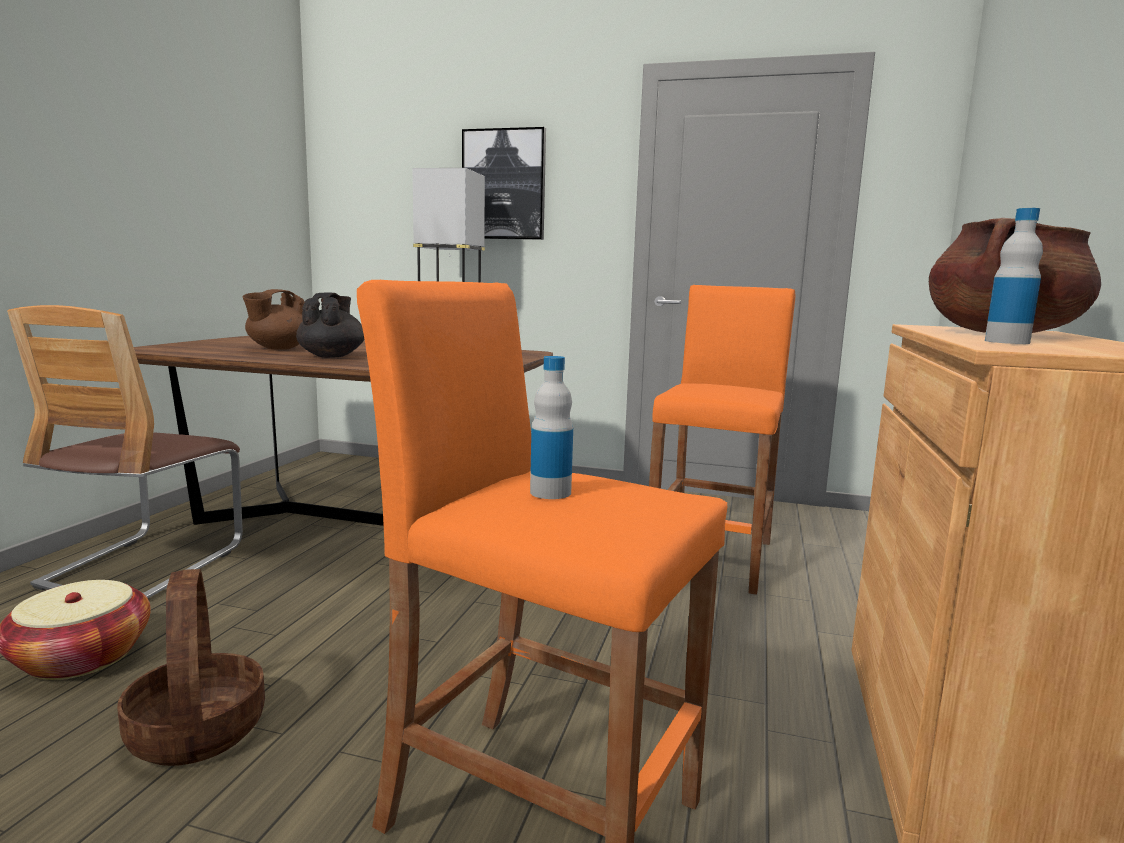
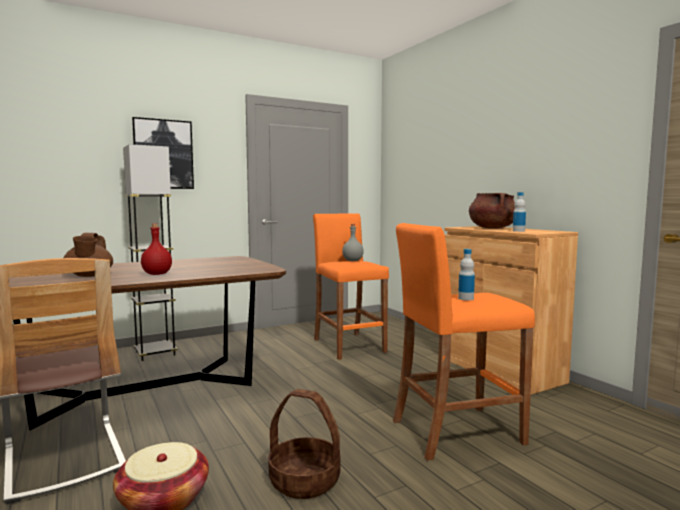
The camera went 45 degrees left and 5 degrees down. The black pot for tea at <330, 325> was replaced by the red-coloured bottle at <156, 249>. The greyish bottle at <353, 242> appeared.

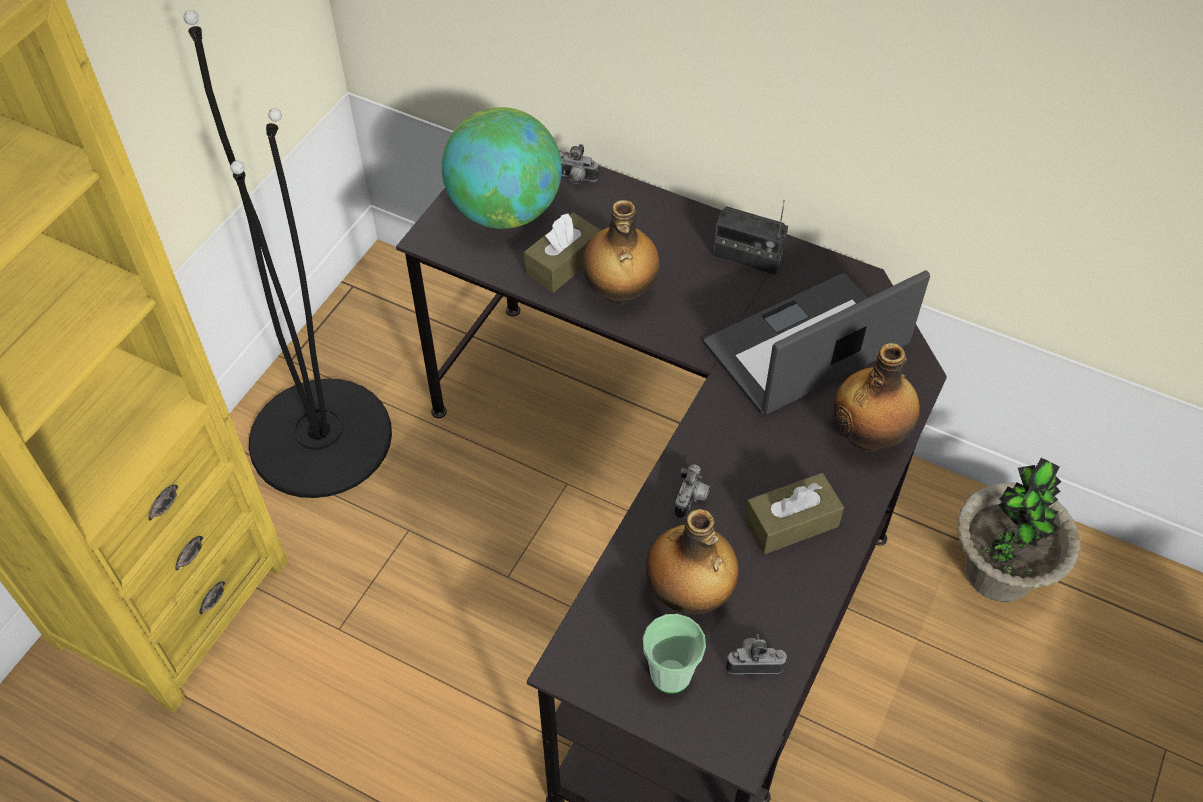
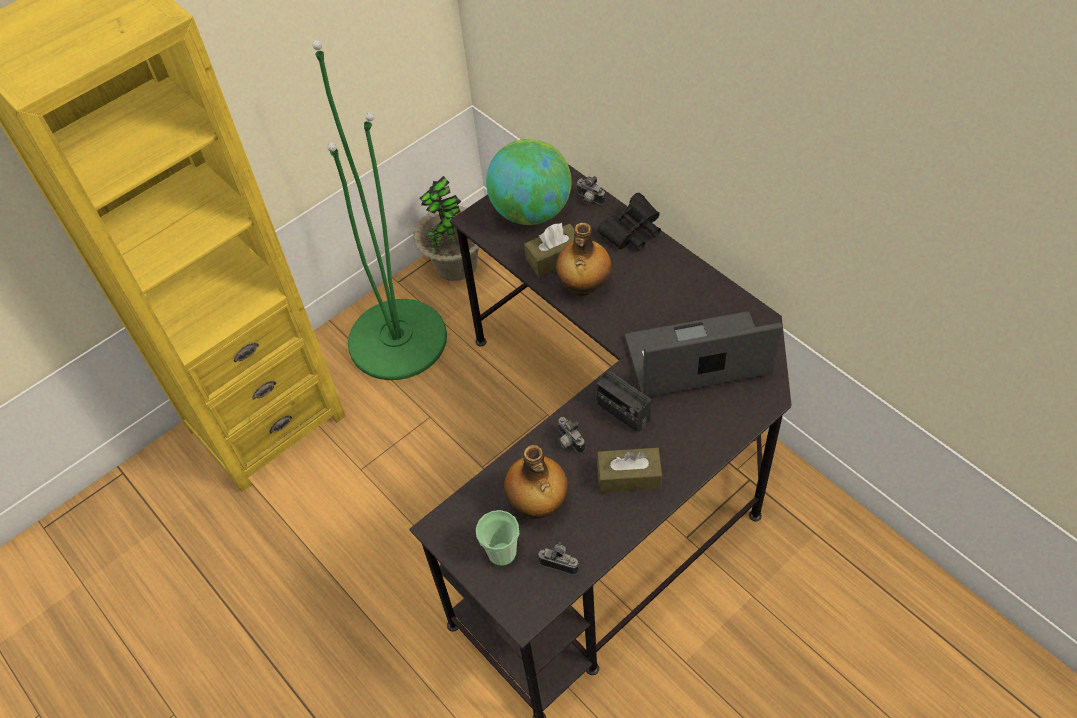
The camera went 25 degrees right and 0 degrees up. The black standing lamp at <287, 254> became the green standing lamp at <379, 210>. The still camera at <692, 491> turned 105 degrees clockwise. The radio set moved from <750, 237> to <624, 402>. The bottle at <877, 397> disappeared. The potted plant moved from <1019, 530> to <446, 228>. The black binoculars at <629, 222> appeared.

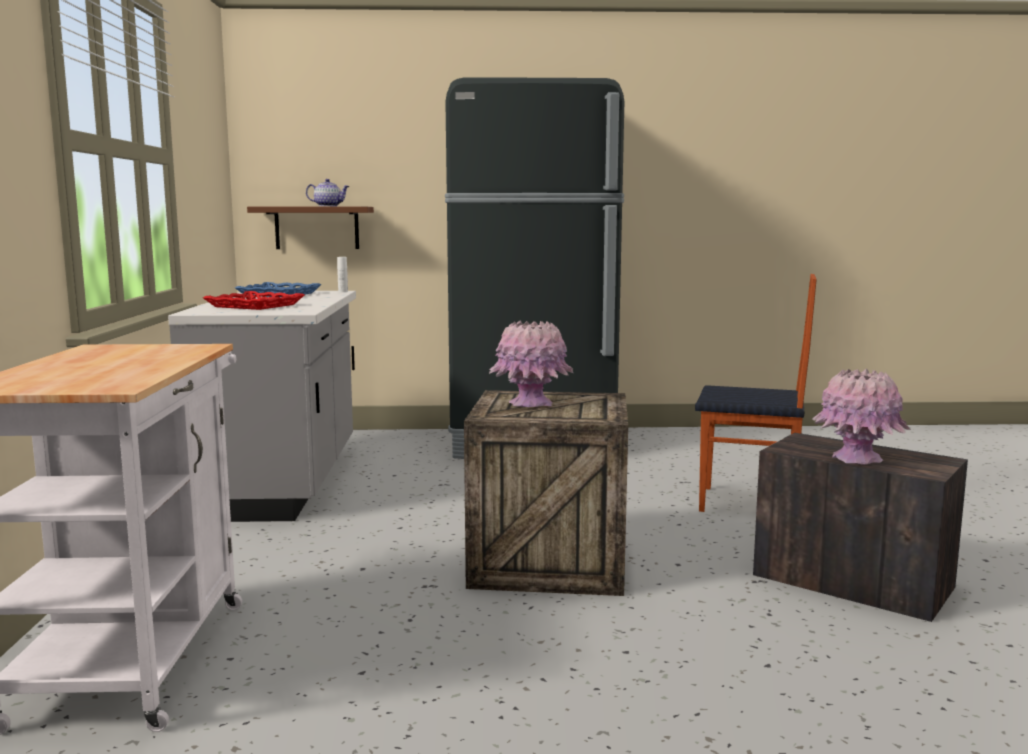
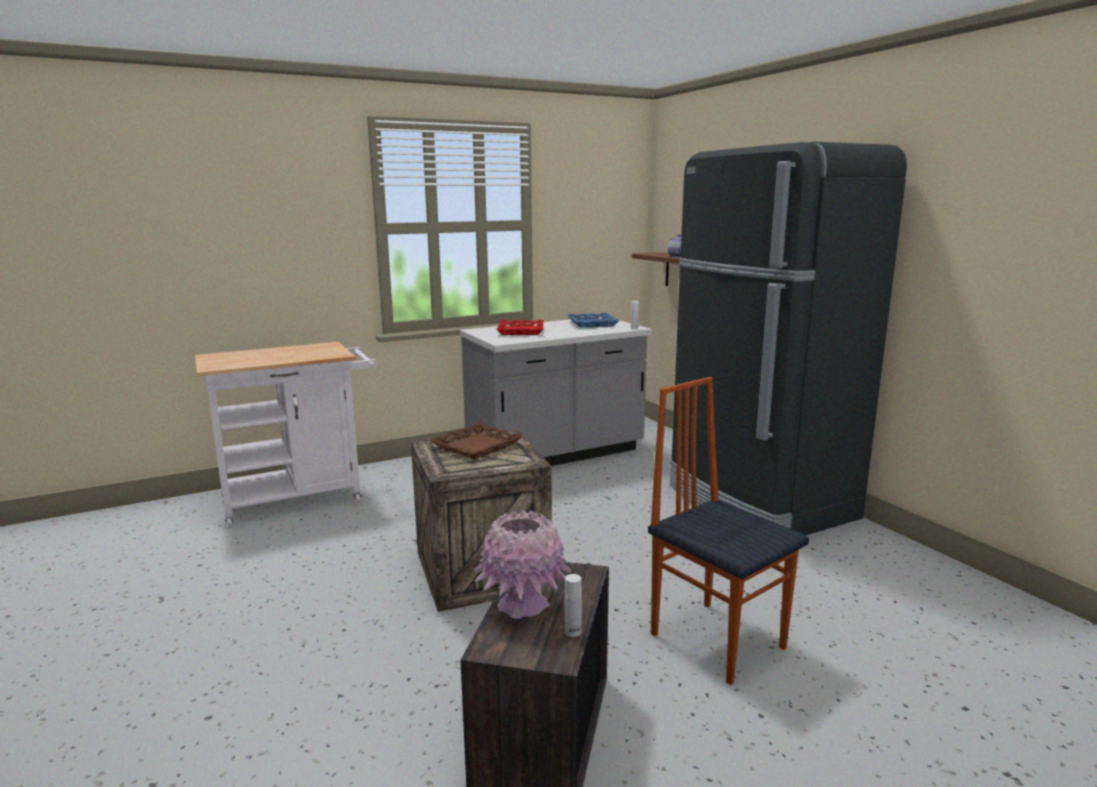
The camera went 65 degrees right and 5 degrees up. The pink decorative vase at <531, 363> was replaced by the brown-coloured tray at <476, 441>. The upright chair at <756, 393> turned 150 degrees clockwise. The white-coloured bottle at <573, 605> appeared.

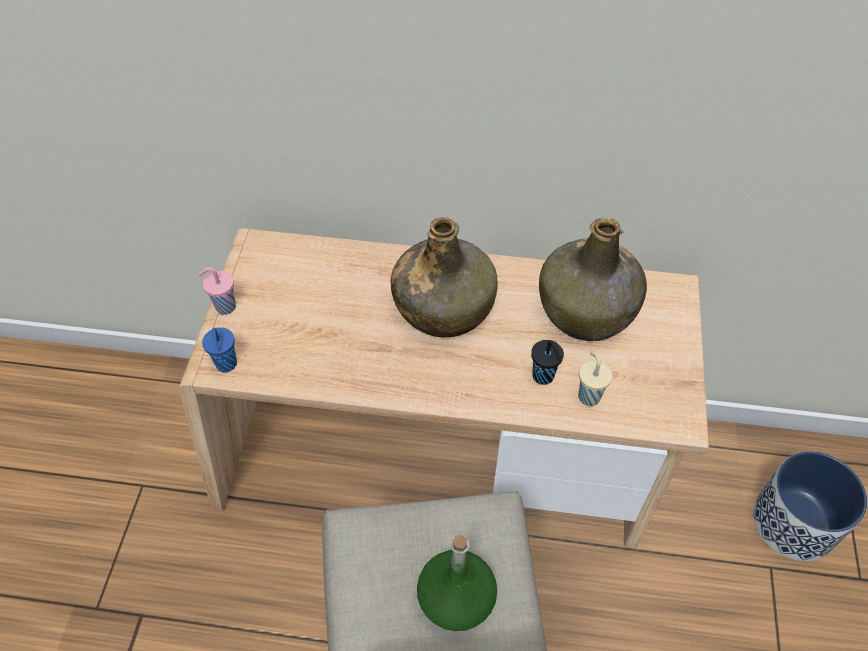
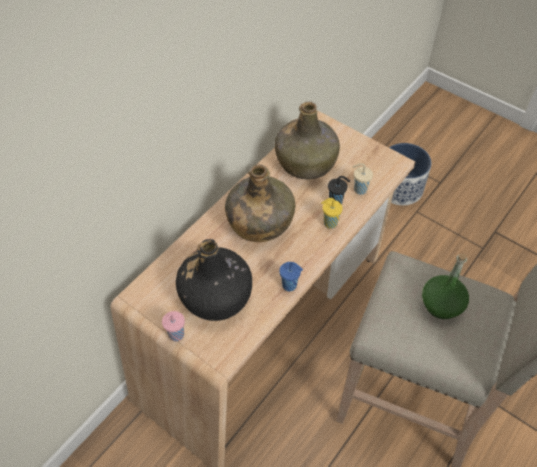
The camera went 60 degrees left and 0 degrees up. The blue cup moved from <219, 350> to <291, 276>. The black bottle at <214, 280> appeared. The yellowish cup at <332, 213> appeared.

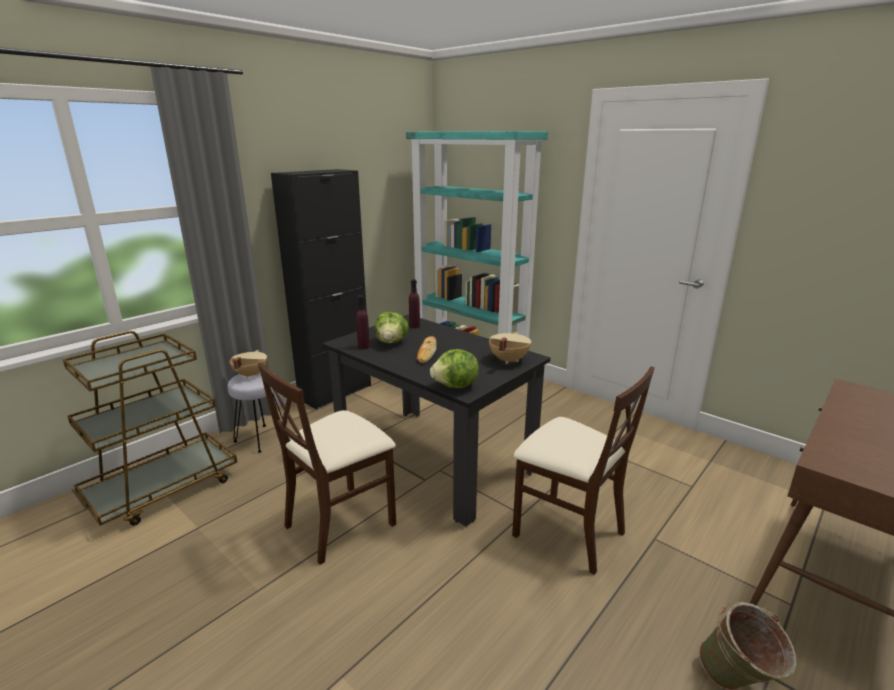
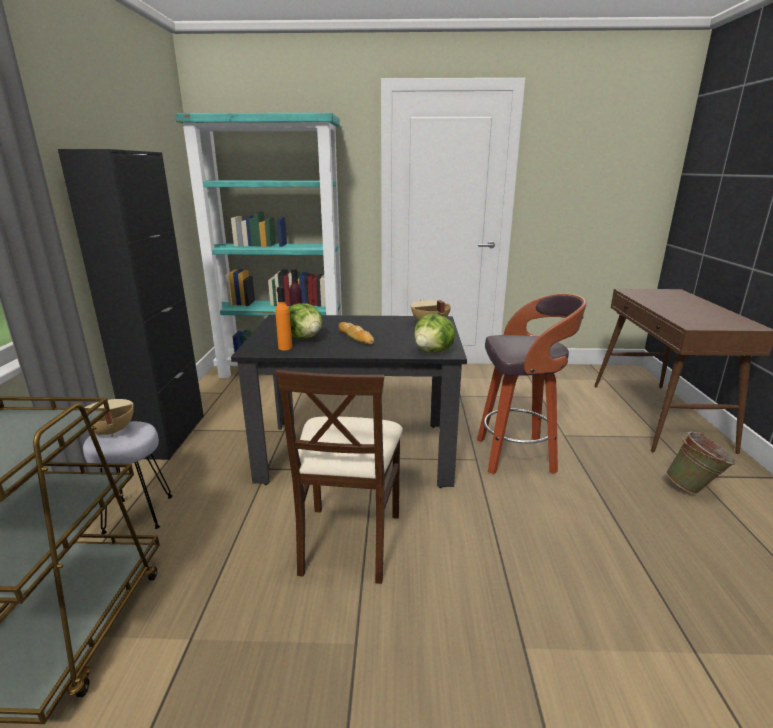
The camera went 40 degrees left and 0 degrees up. The purplish bottle at <363, 322> became the orange bottle at <283, 318>. The beige-coloured upright chair at <583, 470> was replaced by the stool seat at <532, 384>.

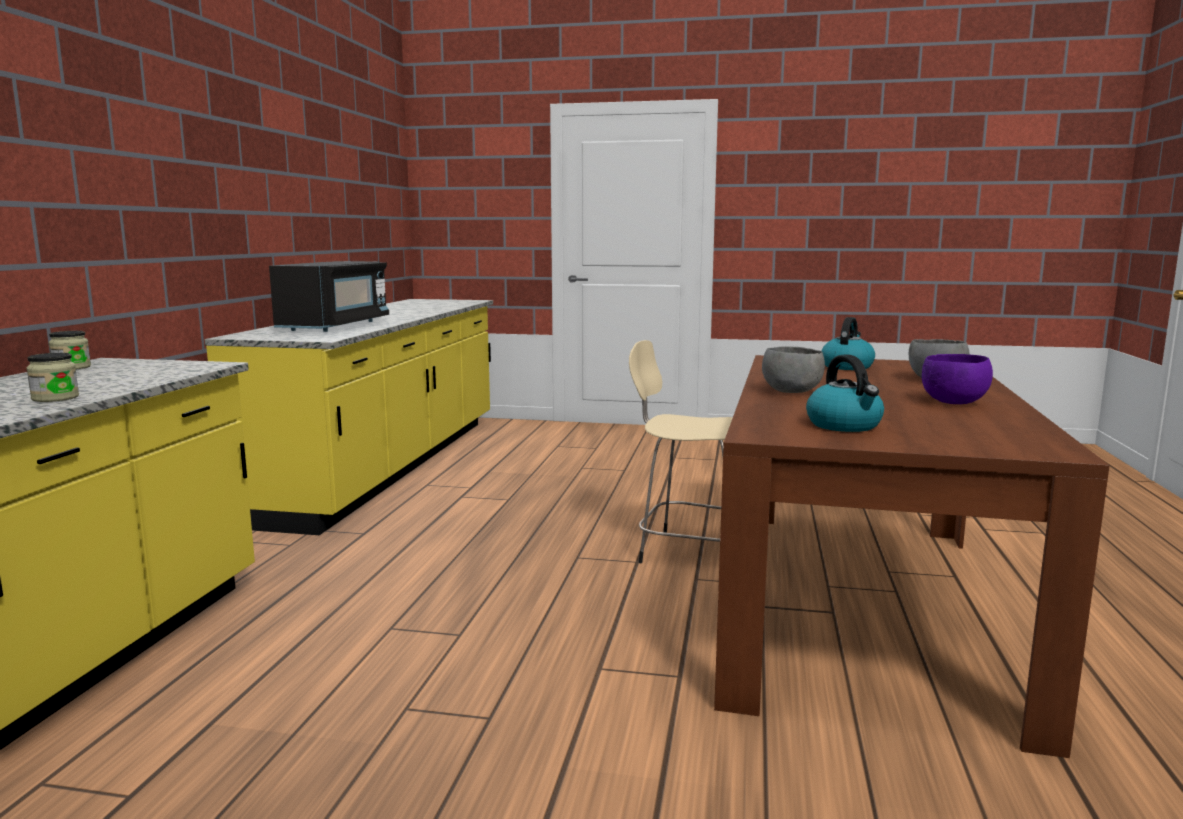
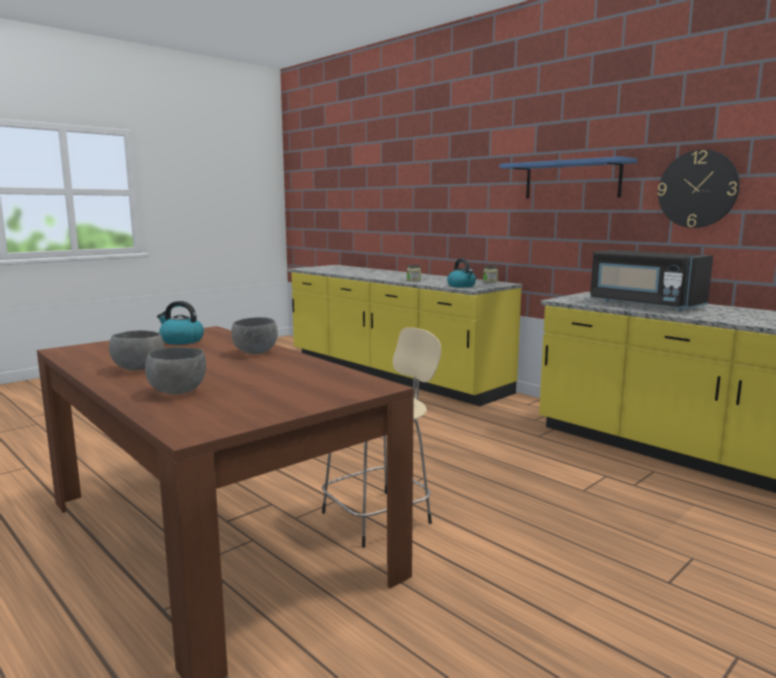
The camera went 125 degrees right and 0 degrees up. The tea kettle moved from <848, 343> to <461, 273>. The purplish serving bowl at <957, 379> became the greyish serving bowl at <136, 350>. The blue bracket shelf at <568, 177> appeared. The hanging clock at <699, 188> appeared.

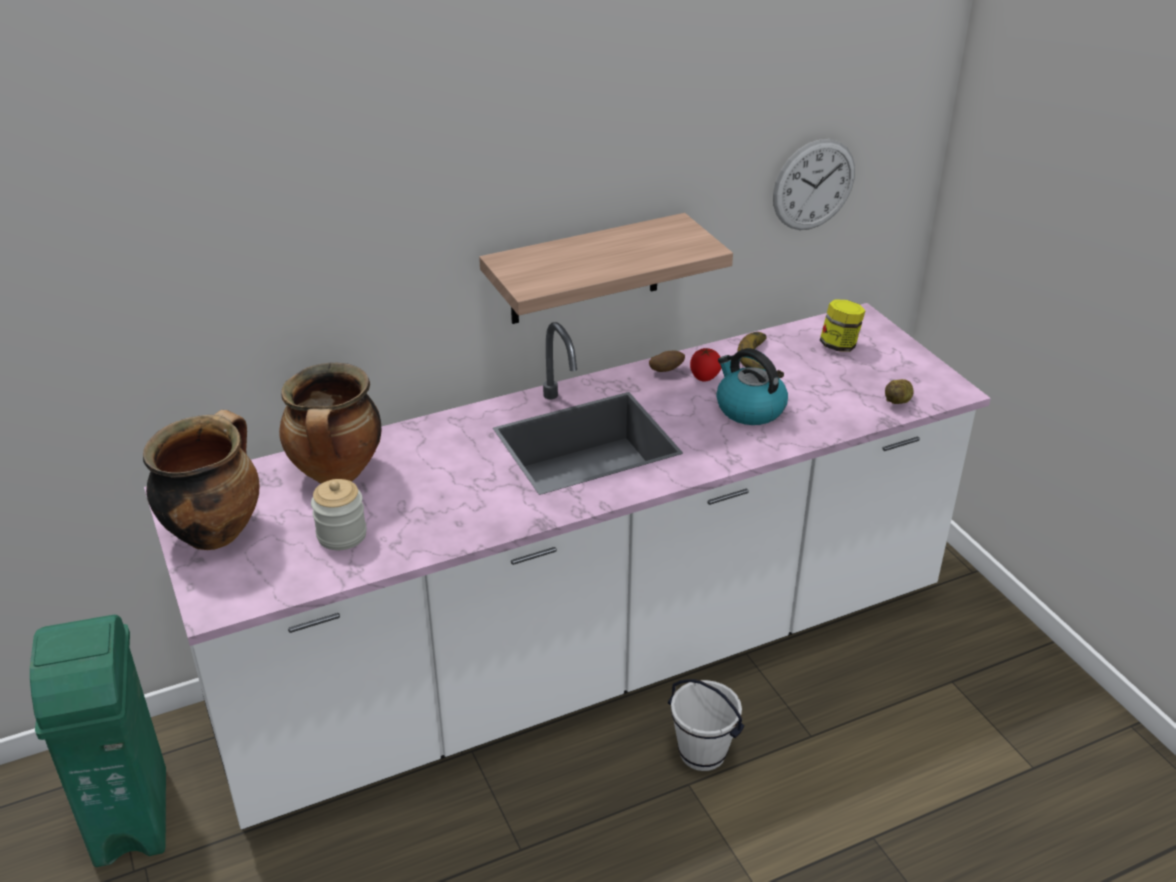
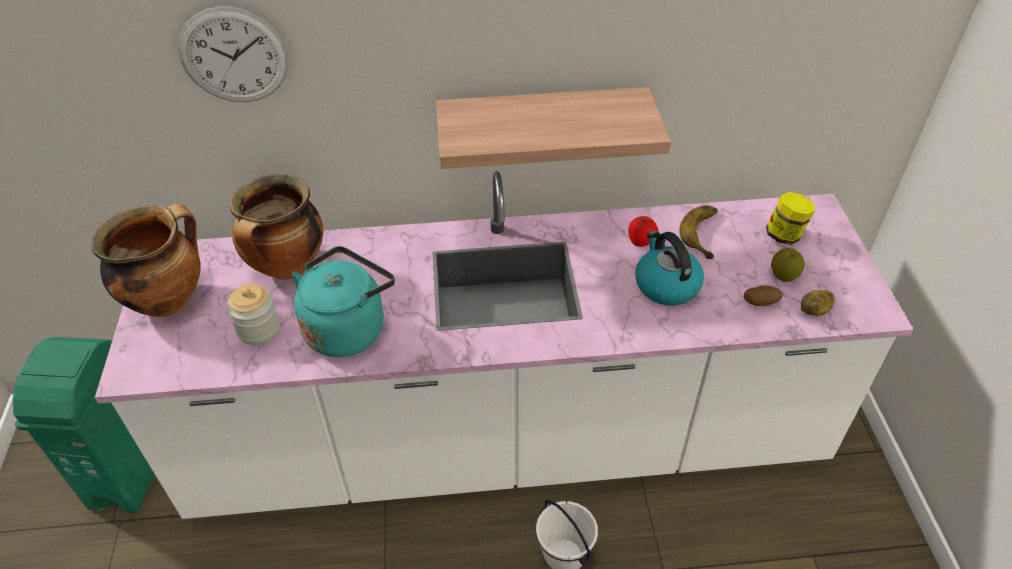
The camera went 20 degrees right and 10 degrees up. The spud moved from <667, 361> to <763, 296>. The hanging clock moved from <814, 184> to <233, 54>. The blue-green tea kettle at <343, 301> appeared. The apple fruit at <788, 265> appeared.

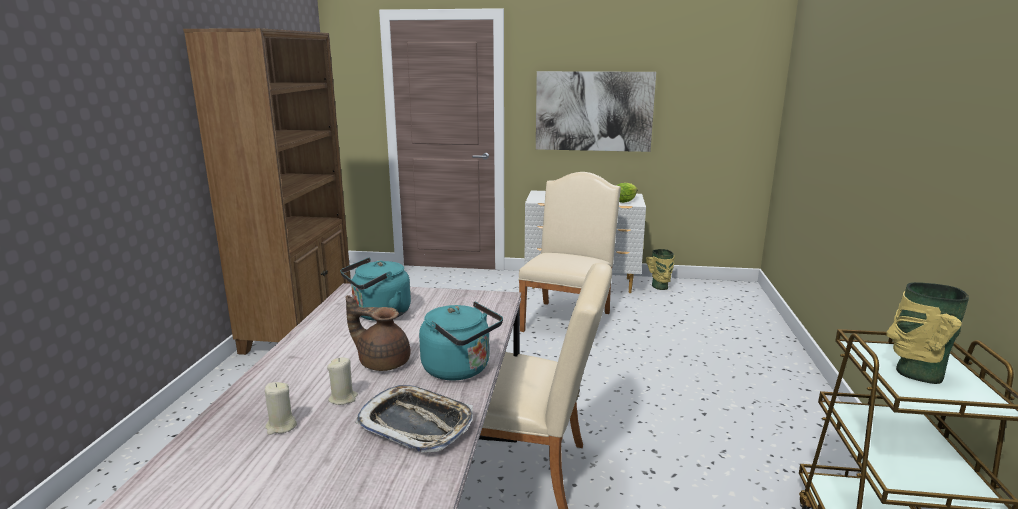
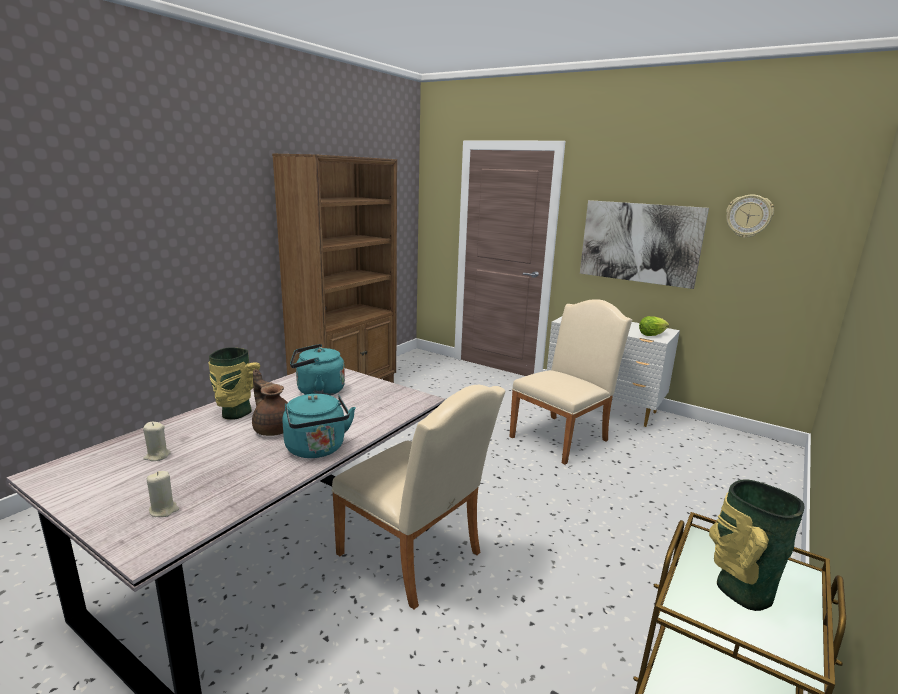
The camera went 25 degrees right and 0 degrees up. The beige-coloured wax light moved from <342, 381> to <163, 494>. The tray at <414, 419> disappeared. The decorative vase moved from <660, 269> to <234, 384>. The hanging clock at <750, 216> appeared.

